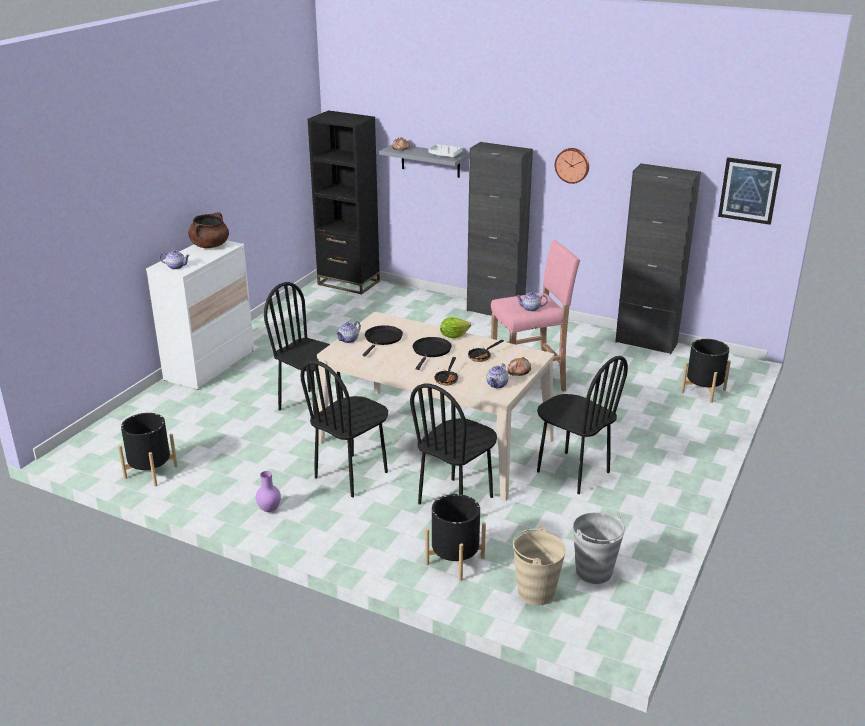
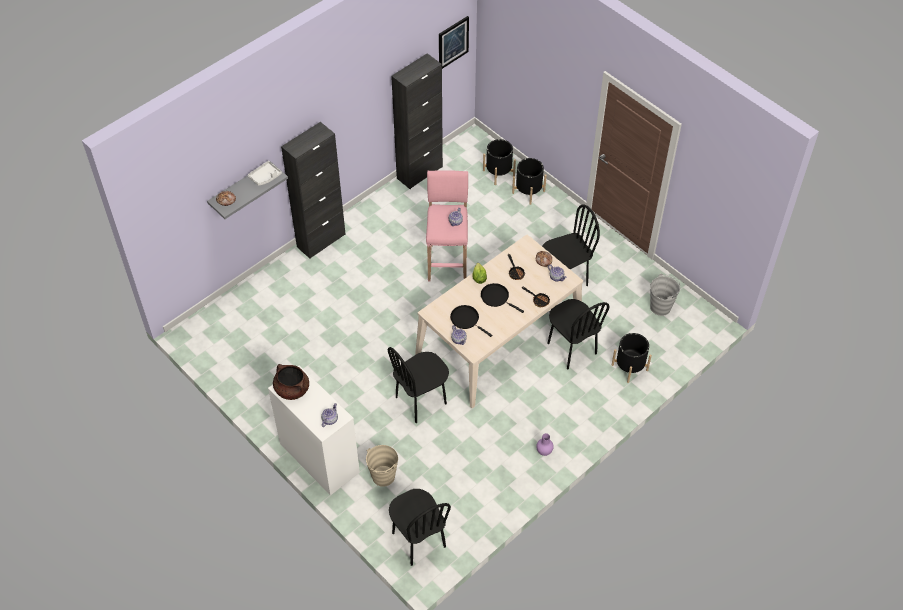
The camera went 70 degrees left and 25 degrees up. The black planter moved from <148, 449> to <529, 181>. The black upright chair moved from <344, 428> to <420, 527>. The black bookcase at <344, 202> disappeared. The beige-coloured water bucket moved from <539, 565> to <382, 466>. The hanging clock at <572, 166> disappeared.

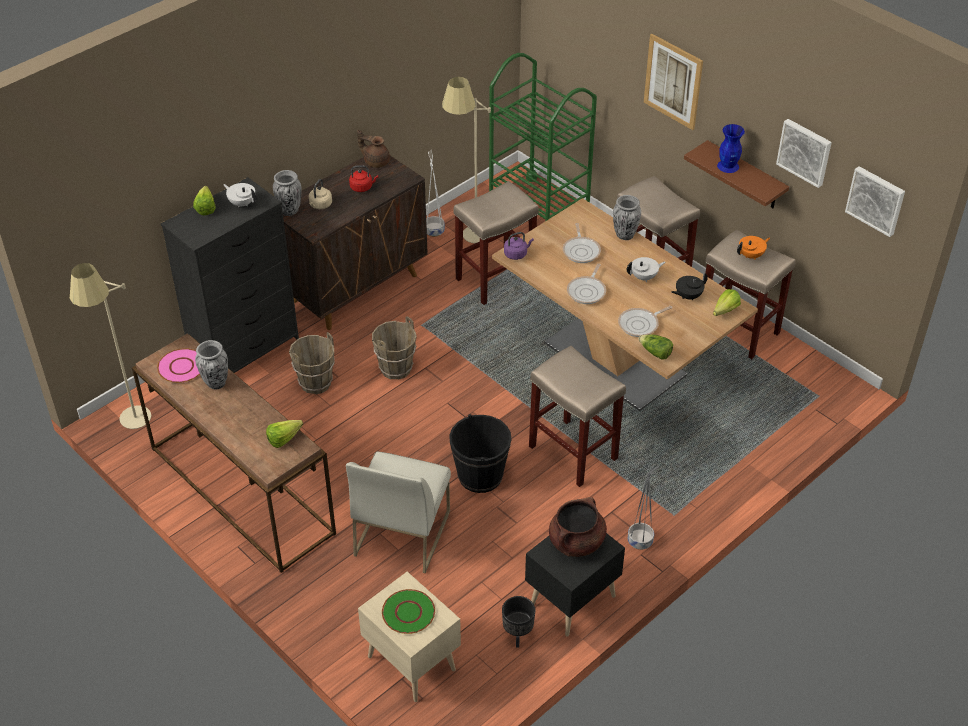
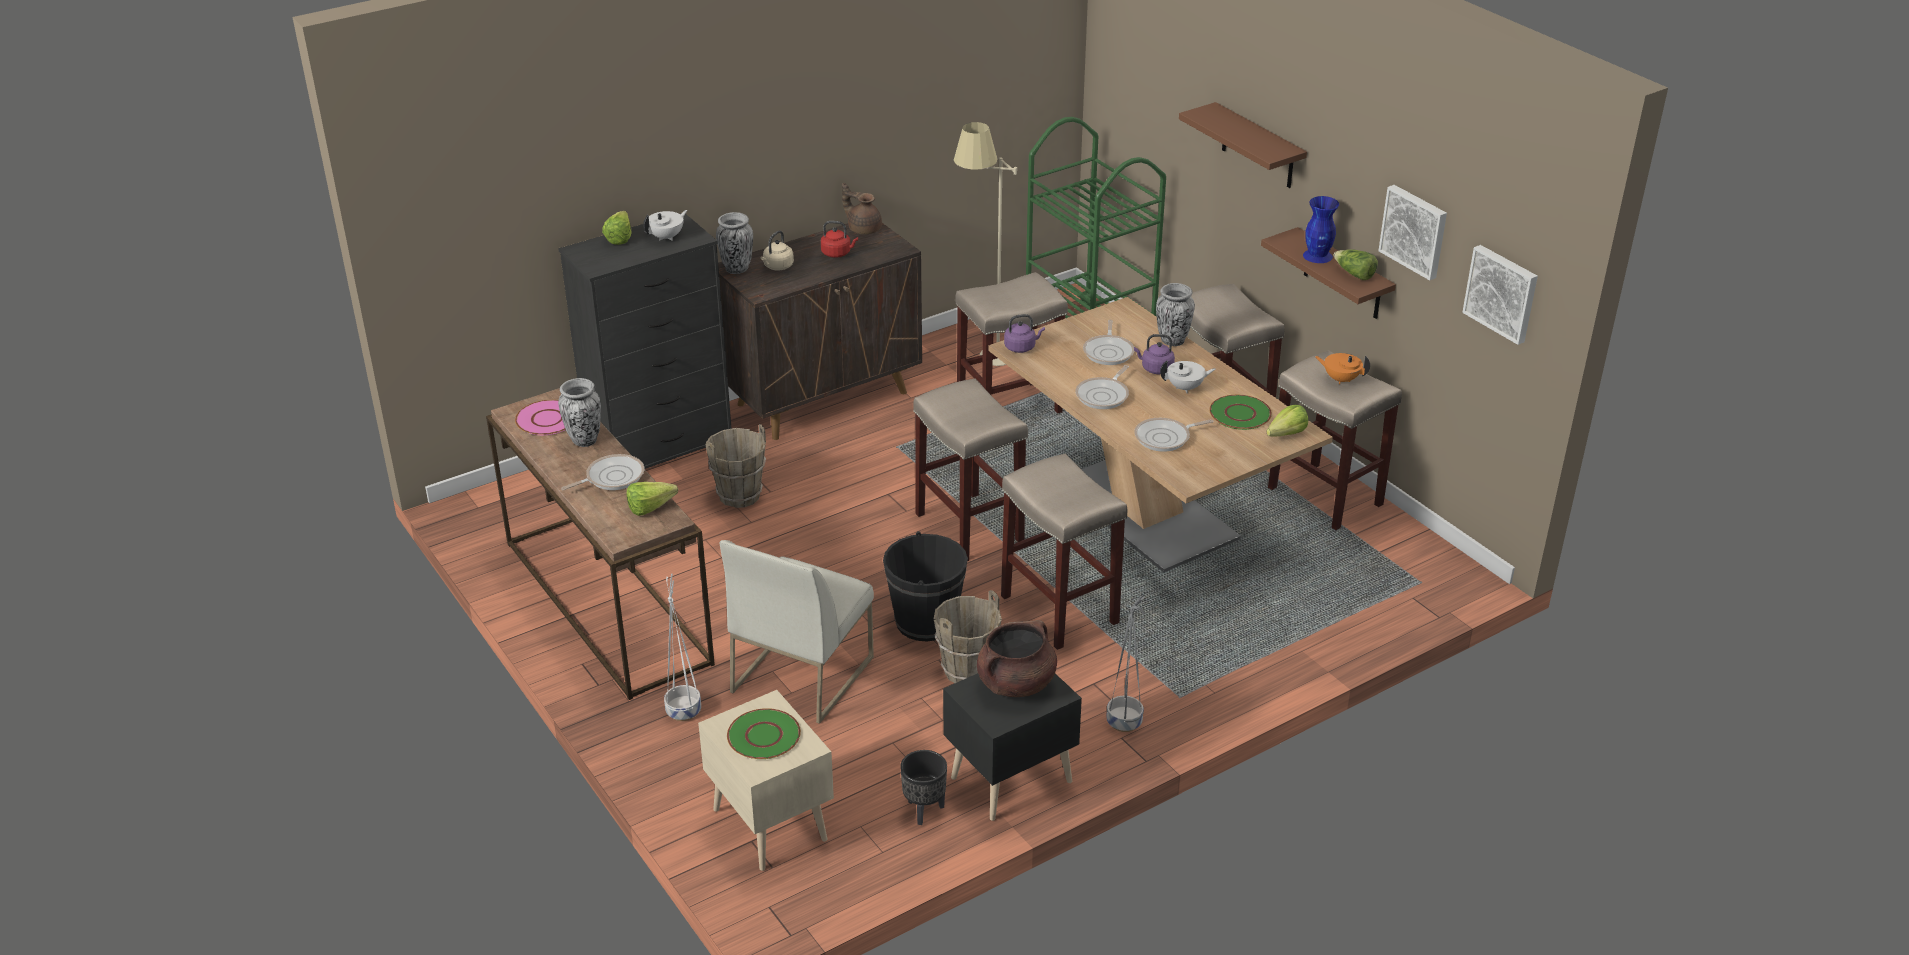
The camera went 10 degrees right and 10 degrees down. The beige-coloured standing lamp at <111, 346> disappeared. The white-coloured pot for tea at <240, 195> turned 90 degrees clockwise. The brown-coloured water bucket moved from <394, 348> to <968, 636>. The white-coloured planter moved from <435, 193> to <682, 647>. The lettuce head moved from <655, 347> to <1355, 264>. The wall art at <673, 82> was replaced by the brown-coloured bracket shelf at <1243, 145>. The black pot for tea at <690, 286> was replaced by the green plate at <1240, 412>. The orange pot for tea at <753, 248> turned 135 degrees counterclockwise. The skillet at <602, 472> appeared. The beige-coloured stool seat at <970, 469> appeared. The purplish tea kettle at <1154, 354> appeared.

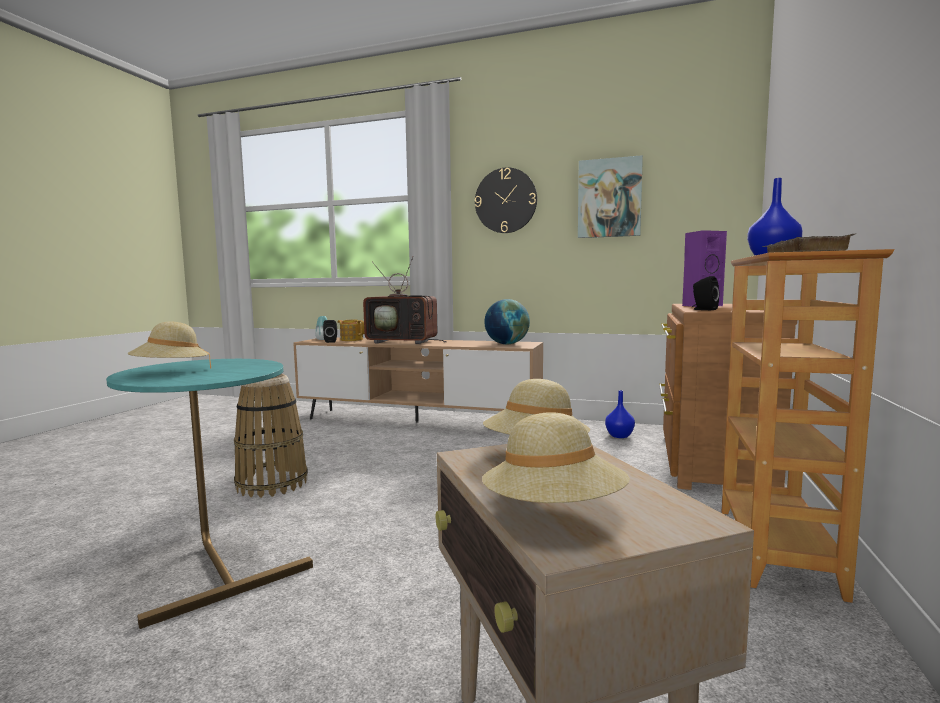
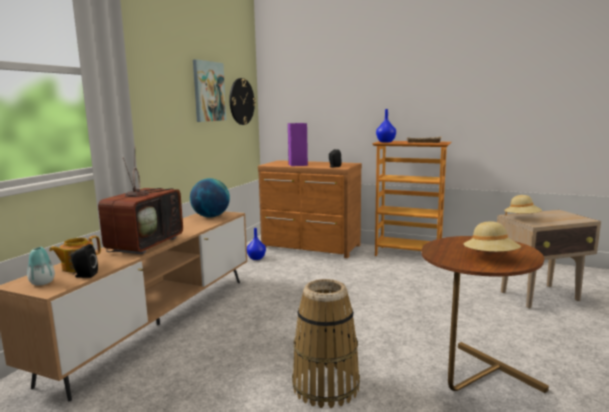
The camera went 85 degrees left and 5 degrees up. The blue-green end table at <209, 494> became the brown-coloured end table at <485, 314>. The hanging clock moved from <506, 200> to <242, 101>. The beige-coloured hat at <556, 458> disappeared.

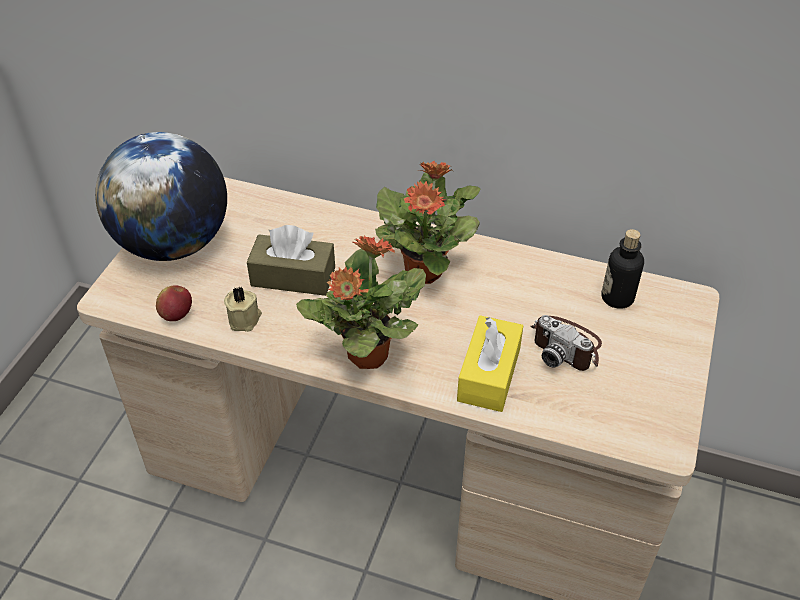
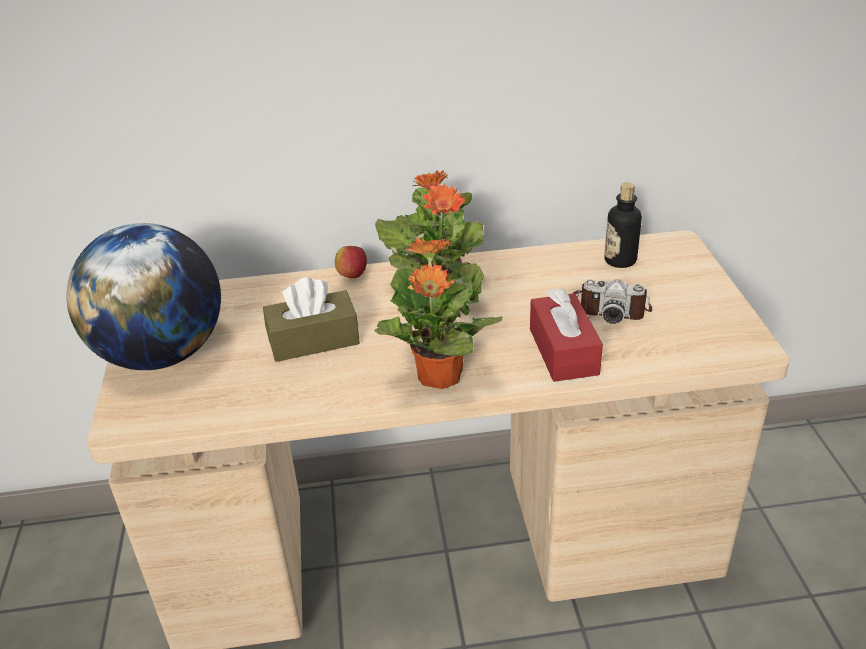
The camera went 25 degrees left and 10 degrees down. The apple fruit moved from <174, 303> to <351, 262>. The beige-coloured wax light at <243, 309> disappeared. The yellowish tissue holder at <490, 363> became the red-coloured tissue holder at <566, 335>.

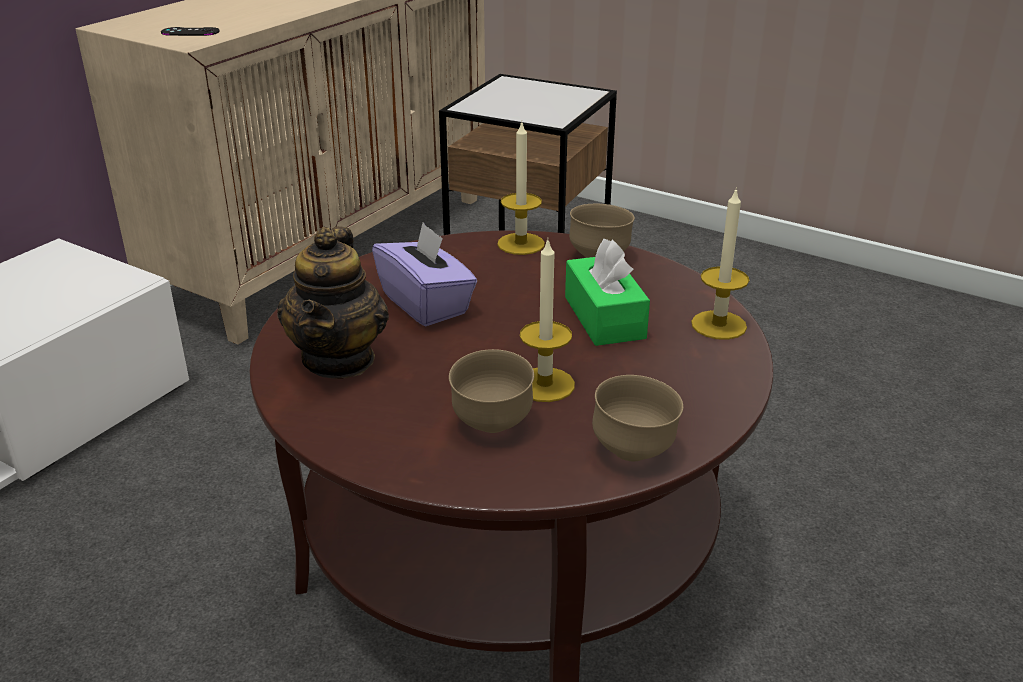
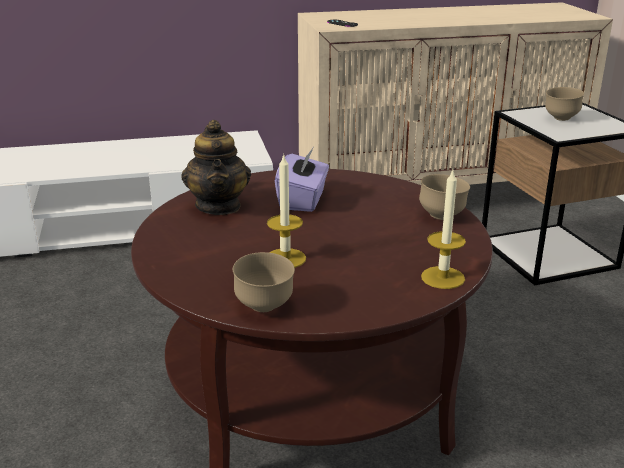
The camera went 45 degrees right and 5 degrees down. The pot for tea at <333, 302> turned 60 degrees counterclockwise. The brown-coloured serving bowl moved from <491, 391> to <564, 104>. The wax light at <521, 188> disappeared. The green tissue holder at <607, 292> disappeared.

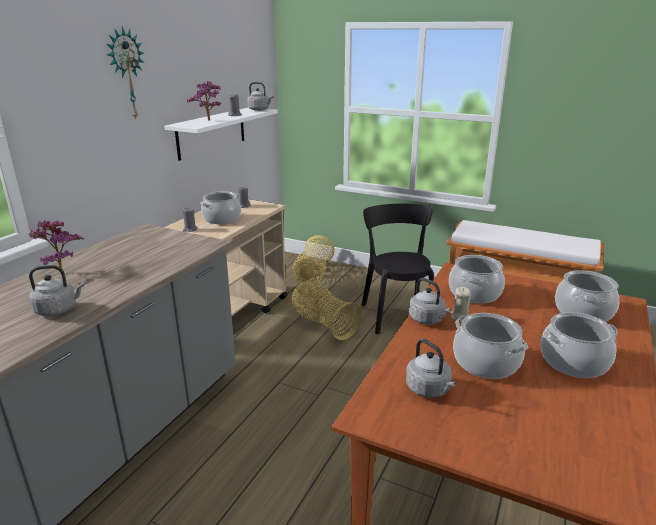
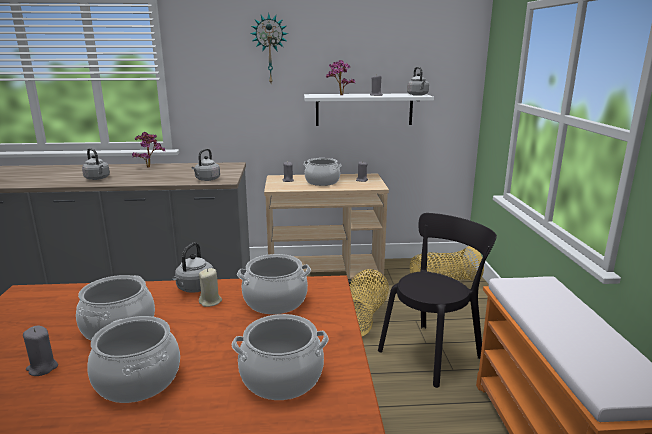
The camera went 60 degrees right and 5 degrees down. The greyish tea kettle moved from <431, 368> to <206, 165>. The greyish wax light at <40, 351> appeared.

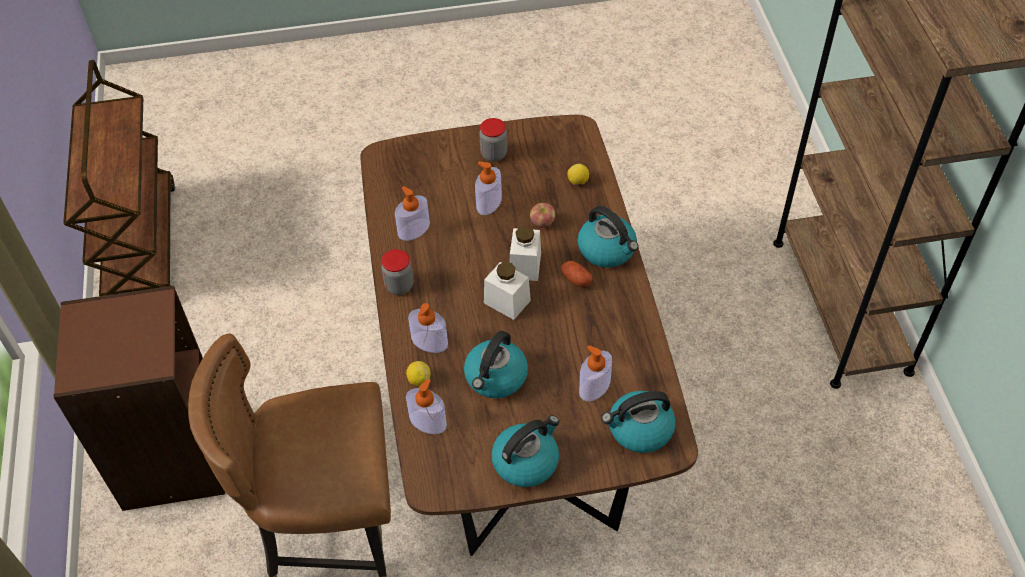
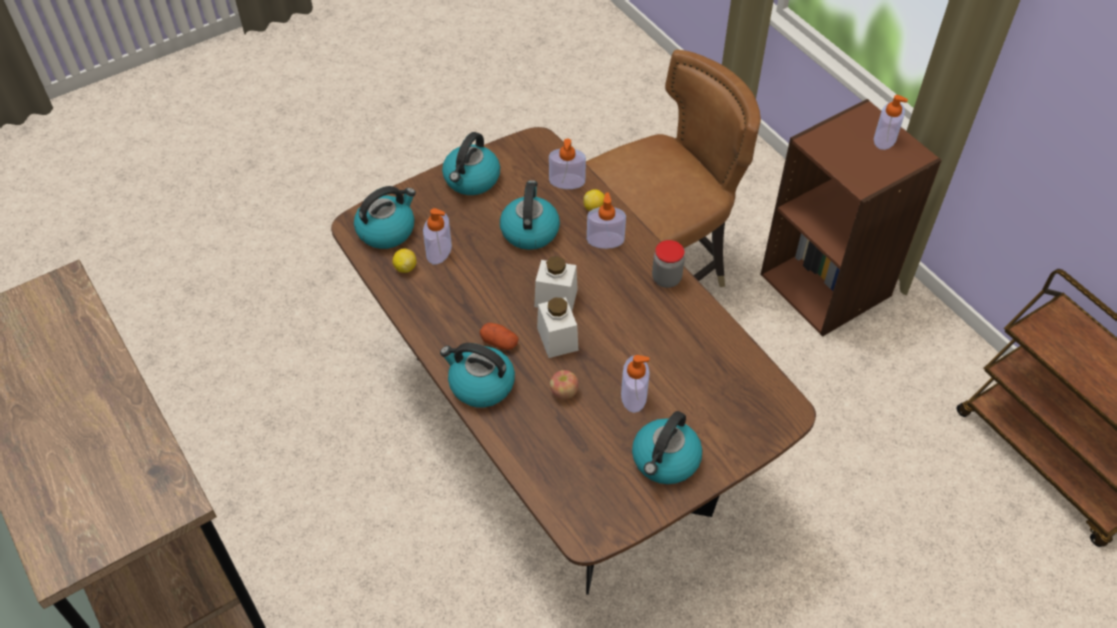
The camera went 155 degrees right and 0 degrees up. The liquid soap bottle moved from <412, 213> to <891, 122>. The storage jar at <493, 139> was replaced by the tea kettle at <667, 447>. The citrus fruit moved from <578, 174> to <404, 260>.

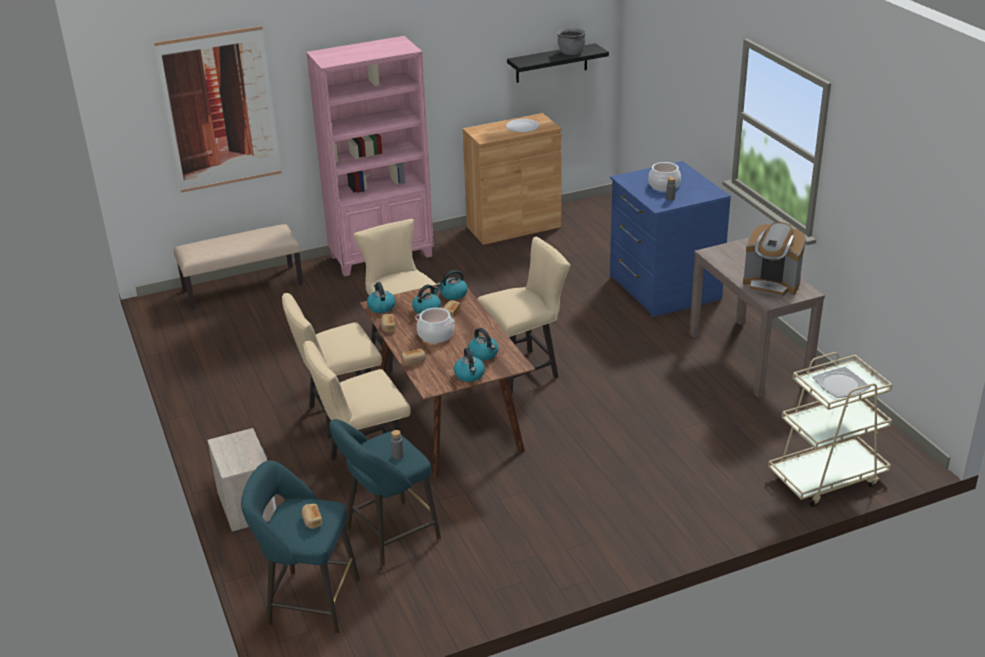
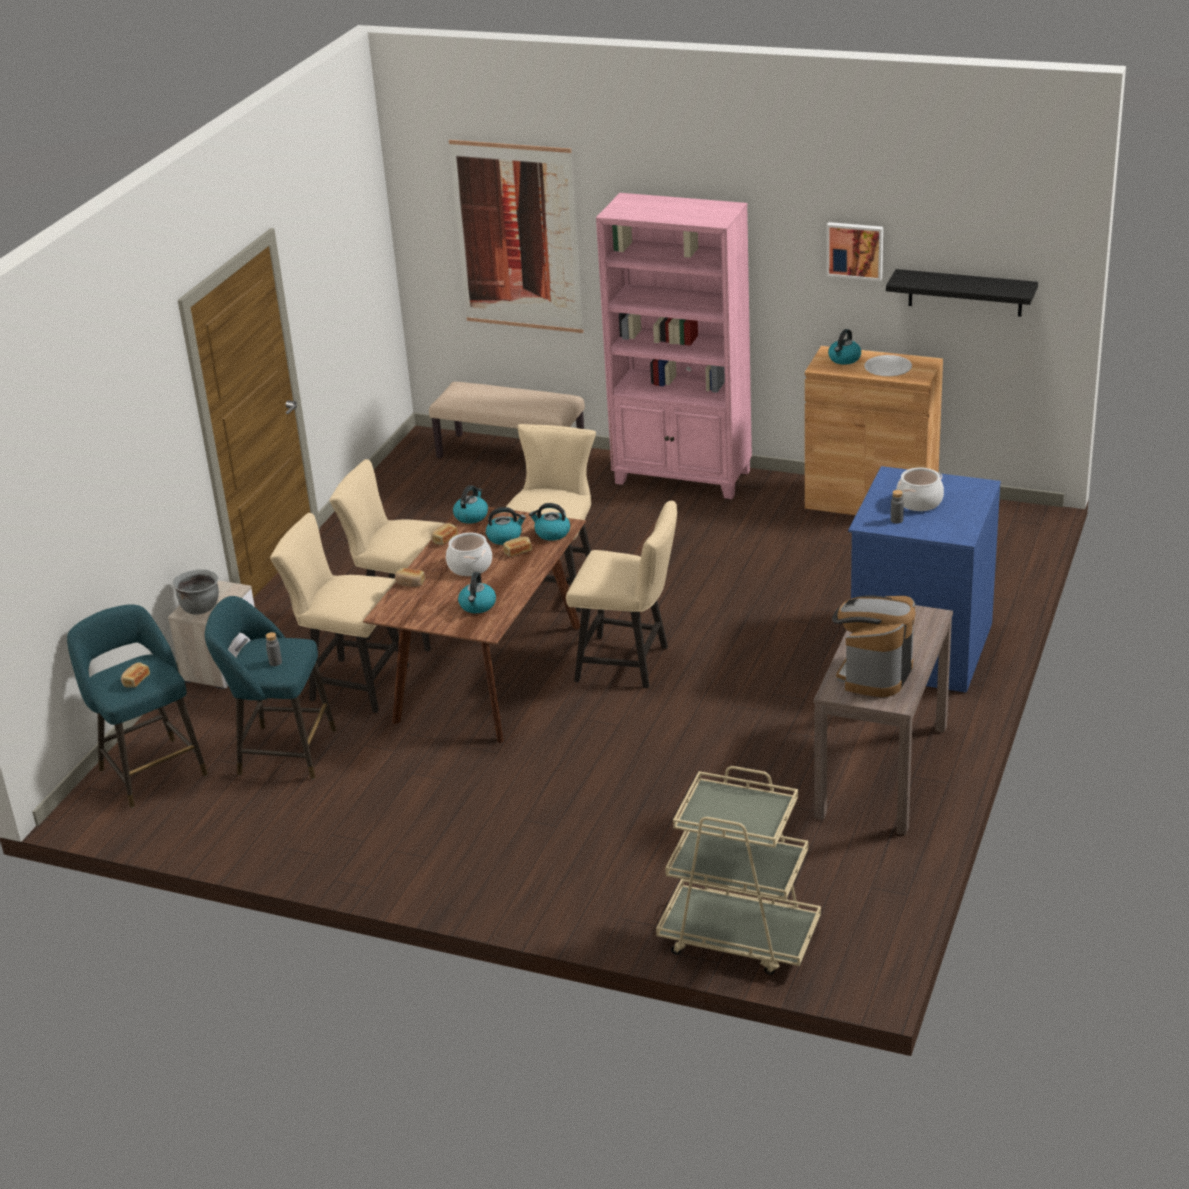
The camera went 45 degrees right and 0 degrees up. The tea kettle moved from <469, 365> to <844, 347>. The greyish stockpot moved from <571, 41> to <196, 592>. The coffee maker at <774, 259> turned 45 degrees clockwise. The plate at <841, 382> disappeared. The wall art at <855, 251> appeared.

